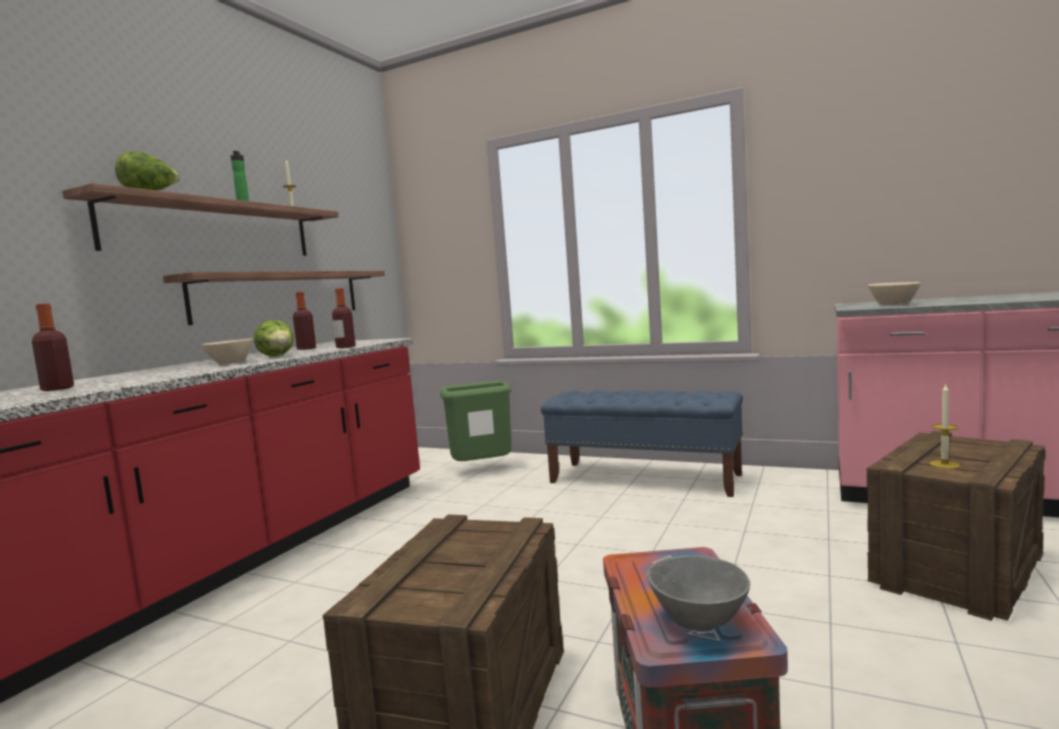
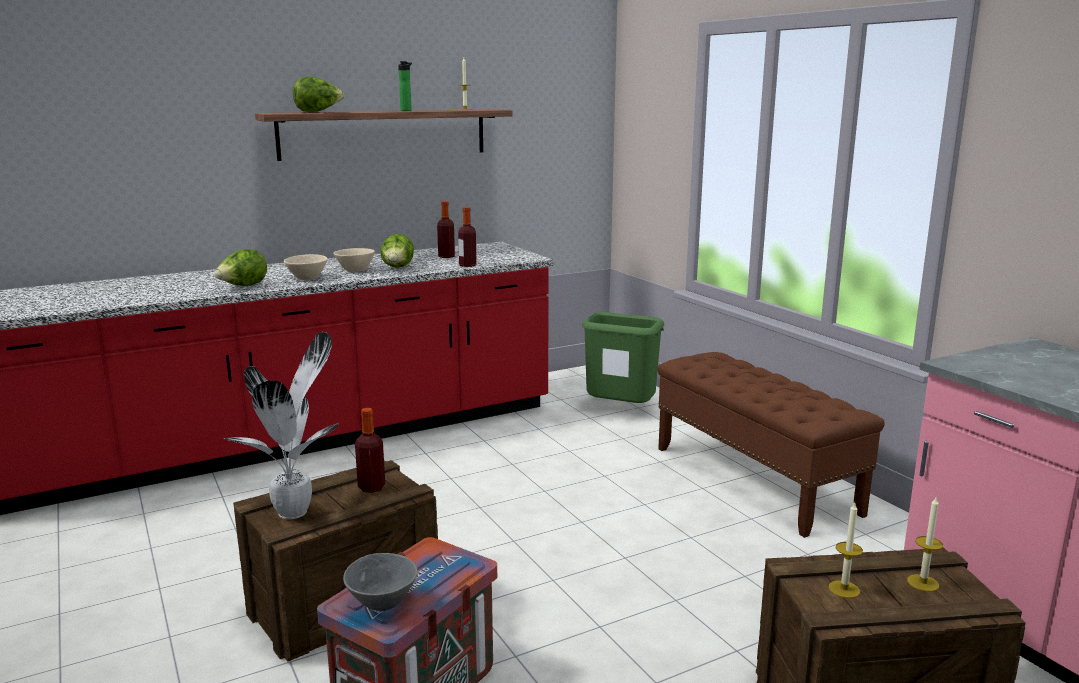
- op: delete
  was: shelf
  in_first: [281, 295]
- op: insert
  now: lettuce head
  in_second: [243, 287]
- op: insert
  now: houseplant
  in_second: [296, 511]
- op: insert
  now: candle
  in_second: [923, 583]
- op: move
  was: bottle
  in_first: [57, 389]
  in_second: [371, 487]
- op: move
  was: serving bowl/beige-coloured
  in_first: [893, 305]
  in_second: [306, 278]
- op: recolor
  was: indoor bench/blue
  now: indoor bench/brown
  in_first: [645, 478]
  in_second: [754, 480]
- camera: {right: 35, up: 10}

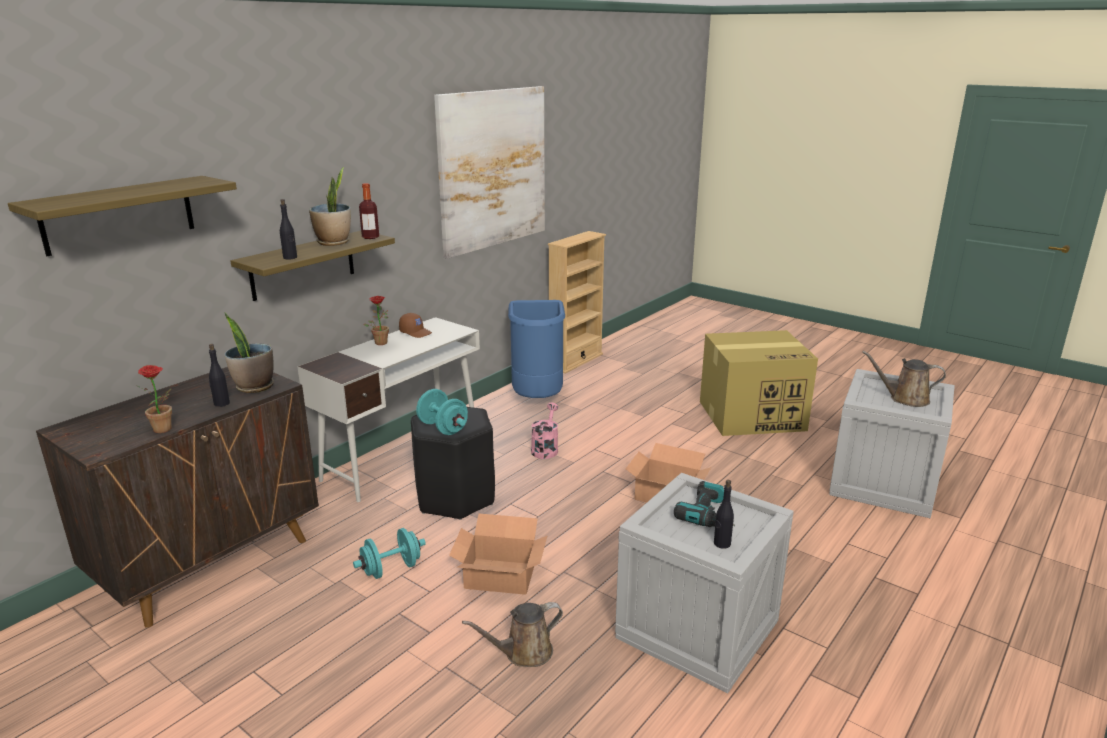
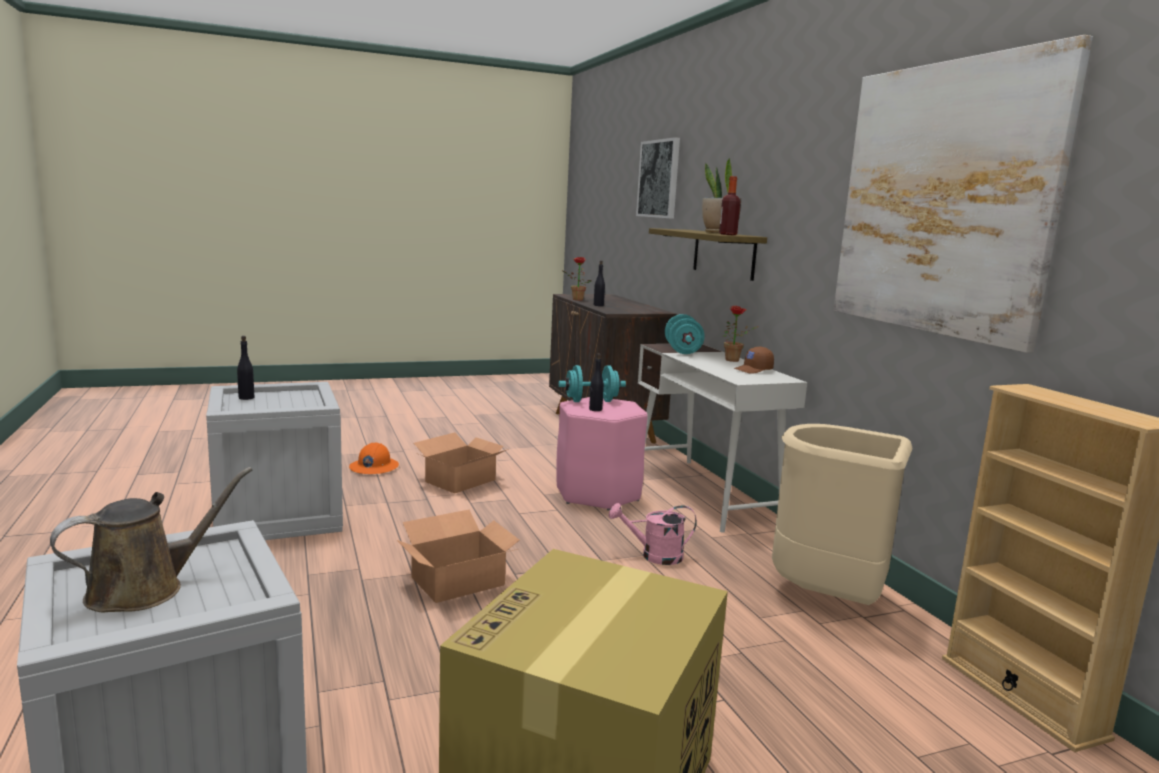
- op: delete
  was: houseplant
  in_first: [254, 387]
- op: delete
  was: power drill
  in_first: [708, 515]
- op: move
  was: bottle/blackish
  in_first: [290, 257]
  in_second: [595, 409]
- op: move
  was: free weight/turquoise
  in_first: [391, 569]
  in_second: [682, 351]
- op: replace
  was: shelf
  now: picture
  in_first: [119, 214]
  in_second: [659, 179]
- op: replace
  was: watering can/brown
  now: work helmet/orange
  in_first: [524, 653]
  in_second: [373, 467]
- op: recolor
  was: stool seat/blackish
  now: stool seat/pinkish
  in_first: [455, 498]
  in_second: [597, 494]
- op: recolor
  was: waste bin/blue
  now: waste bin/beige-coloured
  in_first: [537, 398]
  in_second: [828, 599]
- op: rotate
  was: watering can/pinkish
  in_first: [545, 448]
  in_second: [654, 556]
  clockwise: 135
- camera: {right: 120, up: -10}

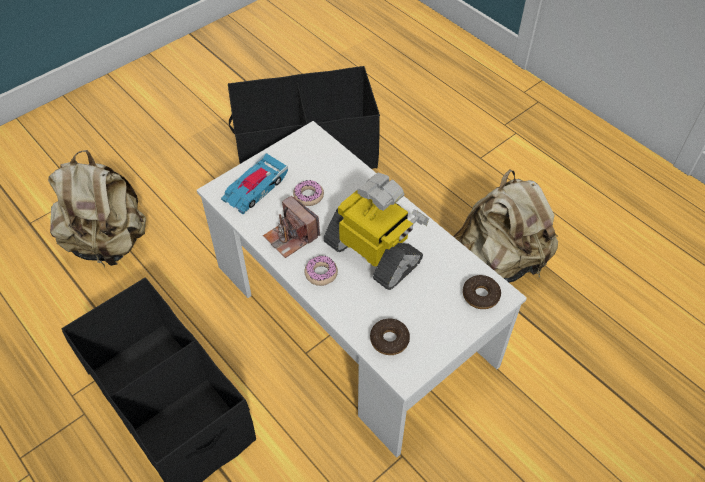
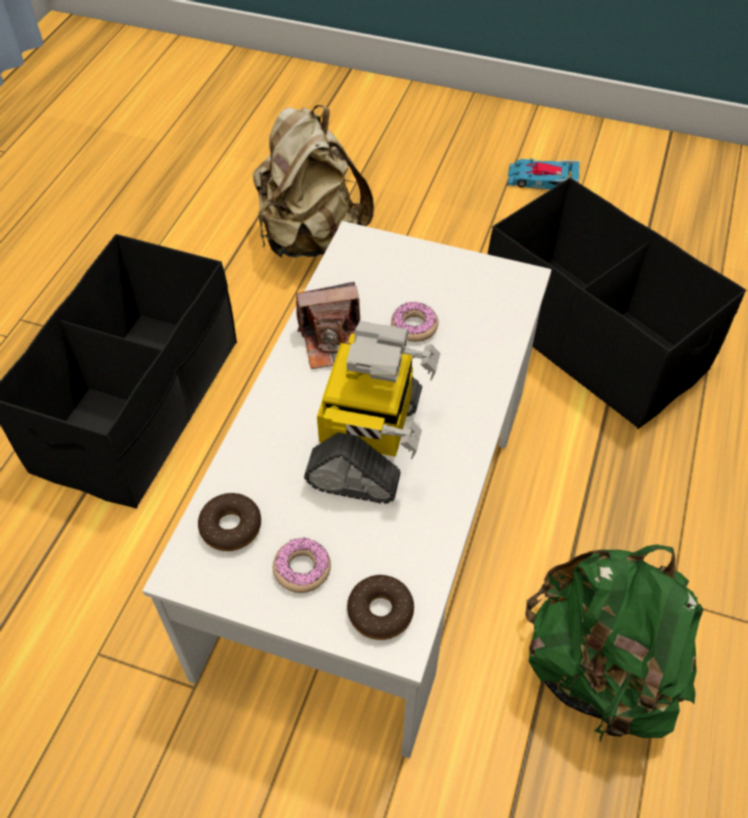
- op: move
  was: toy car
  in_first: [255, 188]
  in_second: [542, 179]
- op: move
  was: donut
  in_first: [321, 273]
  in_second: [302, 569]
- op: recolor
  was: rucksack/beige-coloured
  now: rucksack/green-coloured
  in_first: [497, 262]
  in_second: [599, 670]
- op: rotate
  was: photo camera
  in_first: [291, 236]
  in_second: [333, 342]
  clockwise: -120
- camera: {right: 60, up: 0}

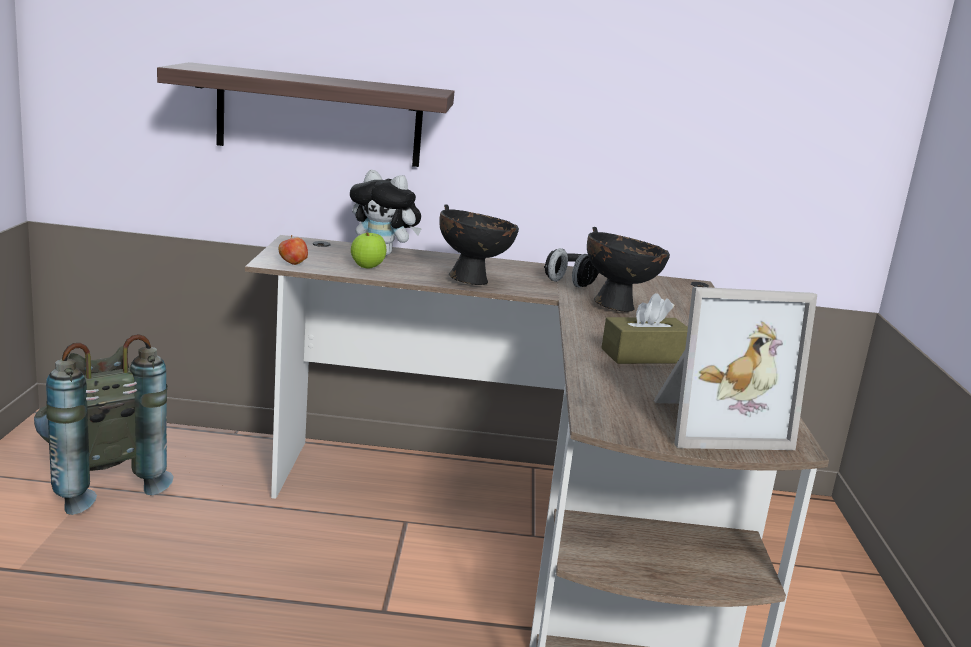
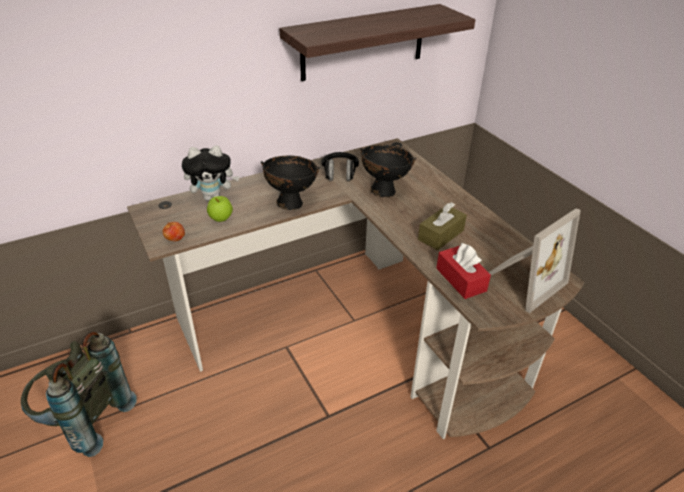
- op: insert
  now: tissue holder/red
  in_second: [461, 279]
- op: move
  was: shelf
  in_first: [319, 116]
  in_second: [363, 42]
- camera: {right: -30, up: 20}

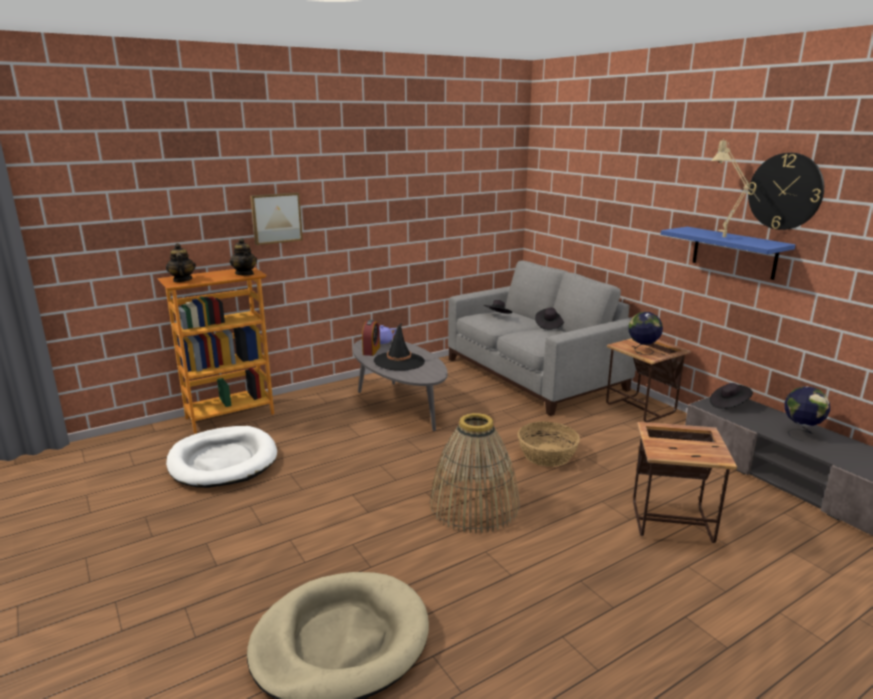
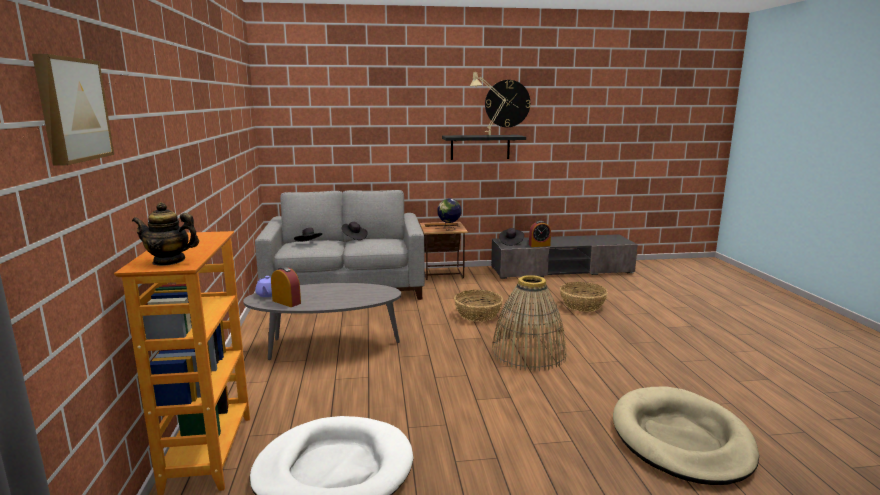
- op: delete
  was: teapot
  in_first: [245, 274]
- op: delete
  was: clothing hat/blackish
  in_first: [399, 361]
- op: delete
  was: globe
  in_first: [800, 433]
- op: insert
  now: table clock
  in_second: [539, 245]
- op: move
  was: picture
  in_first: [276, 218]
  in_second: [71, 109]
- op: replace
  was: side table
  now: household basket
  in_first: [673, 522]
  in_second: [582, 305]
- op: recolor
  was: shelf/blue
  now: shelf/blackish
  in_first: [734, 252]
  in_second: [480, 147]
- camera: {right: -65, up: -5}

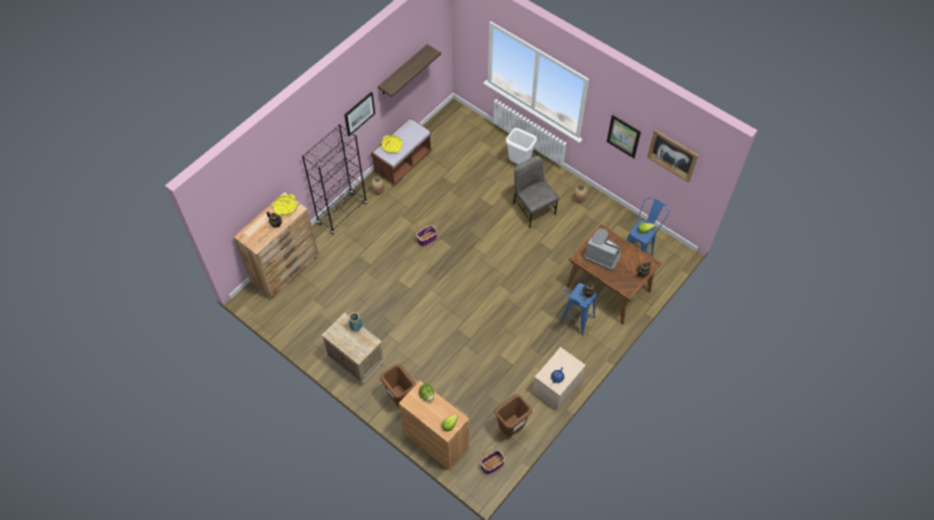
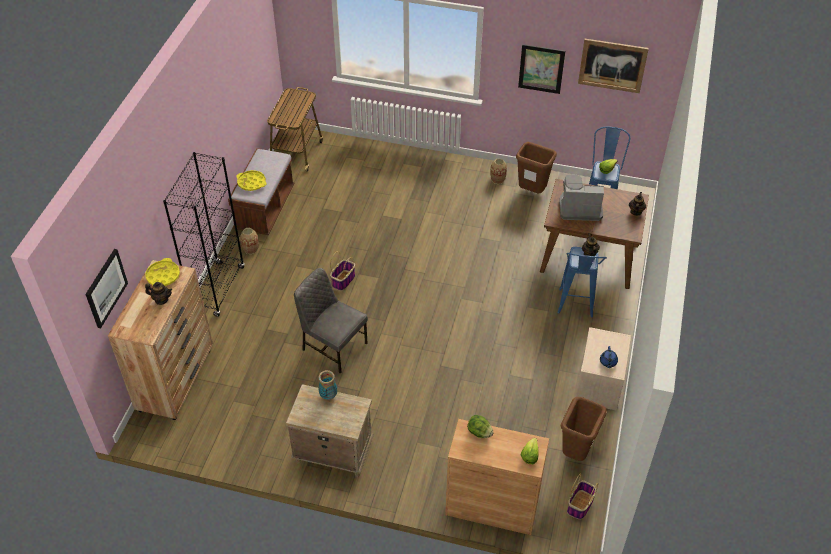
- op: delete
  was: shelf
  in_first: [403, 70]
- op: delete
  was: waste bin/white
  in_first: [519, 163]
- op: insert
  now: trolley
  in_second: [296, 152]
- op: move
  was: picture
  in_first: [359, 113]
  in_second: [106, 288]
- op: move
  was: waste bin/brown
  in_first: [400, 399]
  in_second: [532, 192]
- op: move
  was: upright chair/greyish
  in_first: [533, 208]
  in_second: [333, 346]
- camera: {right: -25, up: -10}

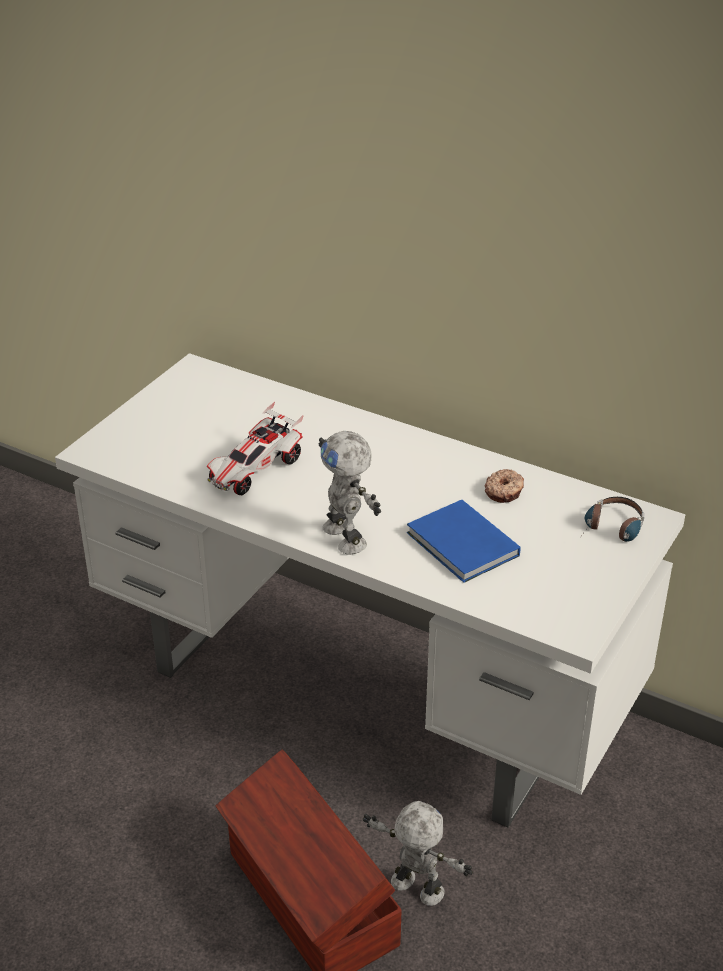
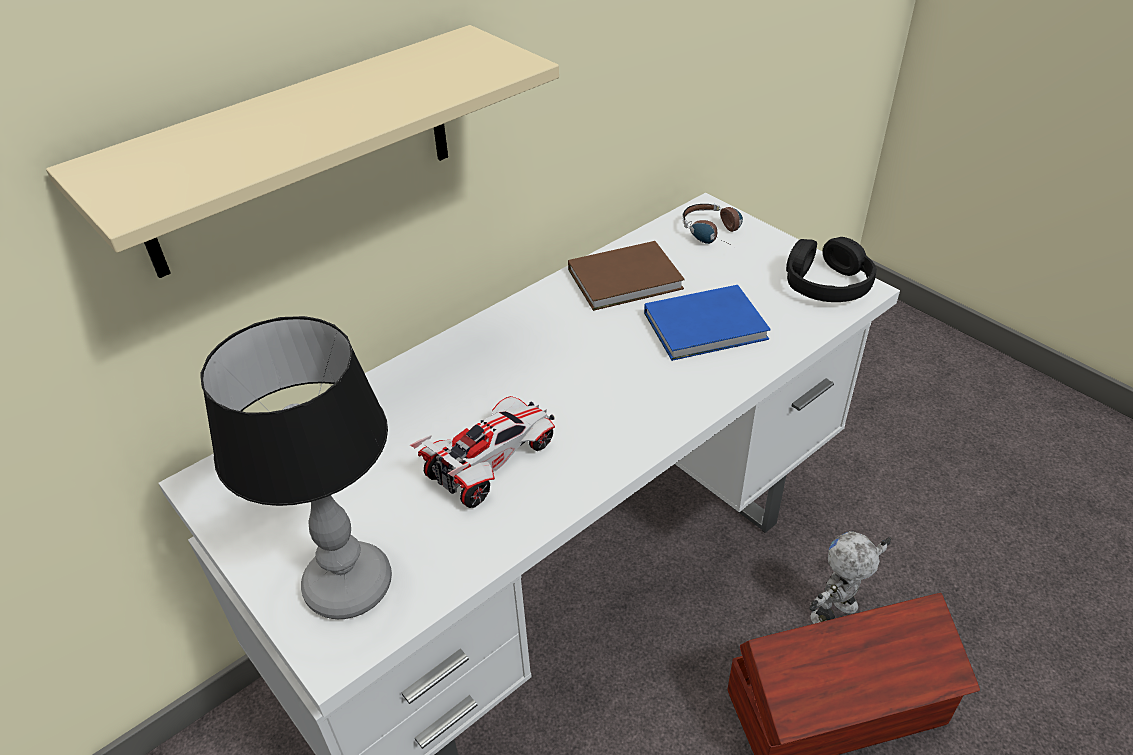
- op: delete
  was: robot figure
  in_first: [346, 536]
- op: insert
  now: shelf/beige-coloured
  in_second: [299, 152]
- op: insert
  now: tabletop lamp
  in_second: [346, 586]
- op: insert
  now: pair of headphones/blackish
  in_second: [826, 283]
- op: replace
  was: donut
  now: volume/brown
  in_first: [504, 491]
  in_second: [628, 279]
- op: rotate
  was: toy car
  in_first: [255, 470]
  in_second: [491, 462]
  clockwise: -105
- camera: {right: -70, up: 5}

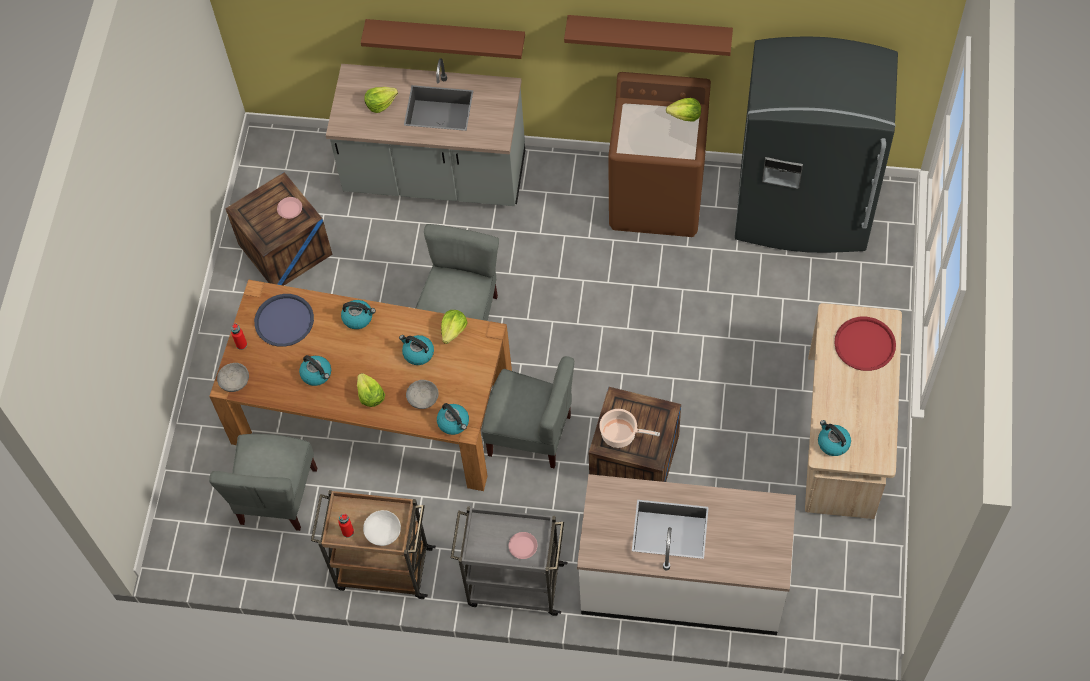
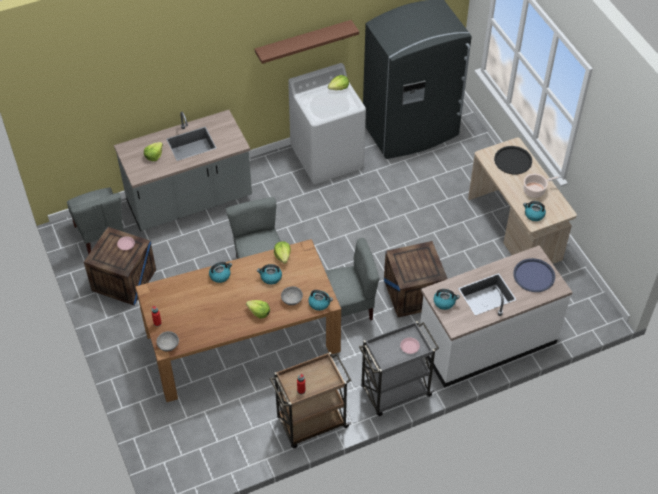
- op: delete
  was: shelf/brown
  in_first: [446, 35]
- op: delete
  was: serving bowl/white
  in_first: [383, 533]
- op: move
  was: upright chair/greyish
  in_first: [277, 496]
  in_second: [101, 234]
- op: move
  was: carrying tray/blue
  in_first: [284, 321]
  in_second: [534, 276]
- op: move
  was: kettle
  in_first: [317, 374]
  in_second: [444, 302]
- op: move
  was: cooking pot
  in_first: [621, 434]
  in_second: [535, 190]
- op: recolor
  was: washing machine/brown
  now: washing machine/white
  in_first: [657, 197]
  in_second: [327, 157]
- op: recolor
  was: carrying tray/red
  now: carrying tray/blackish
  in_first: [864, 344]
  in_second: [513, 161]
- camera: {right: -35, up: -10}

